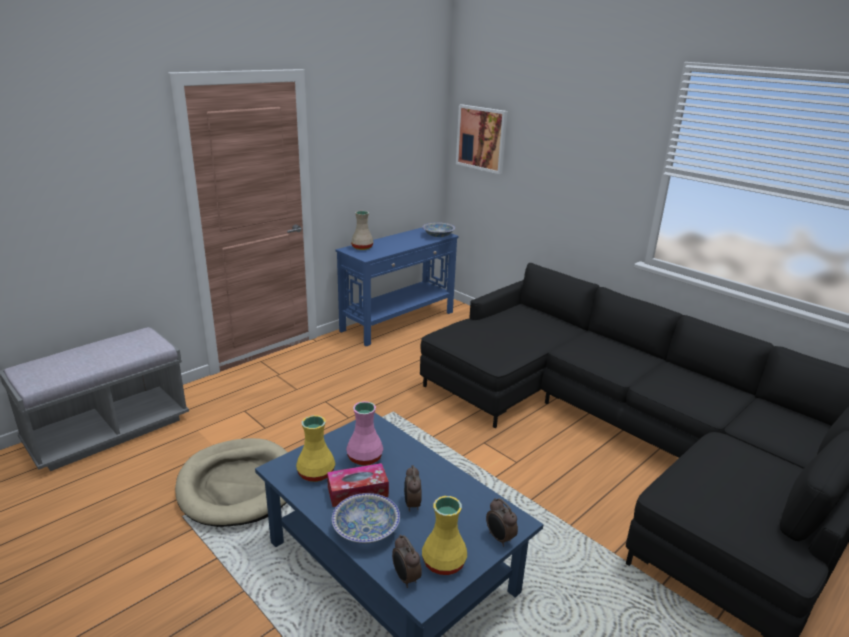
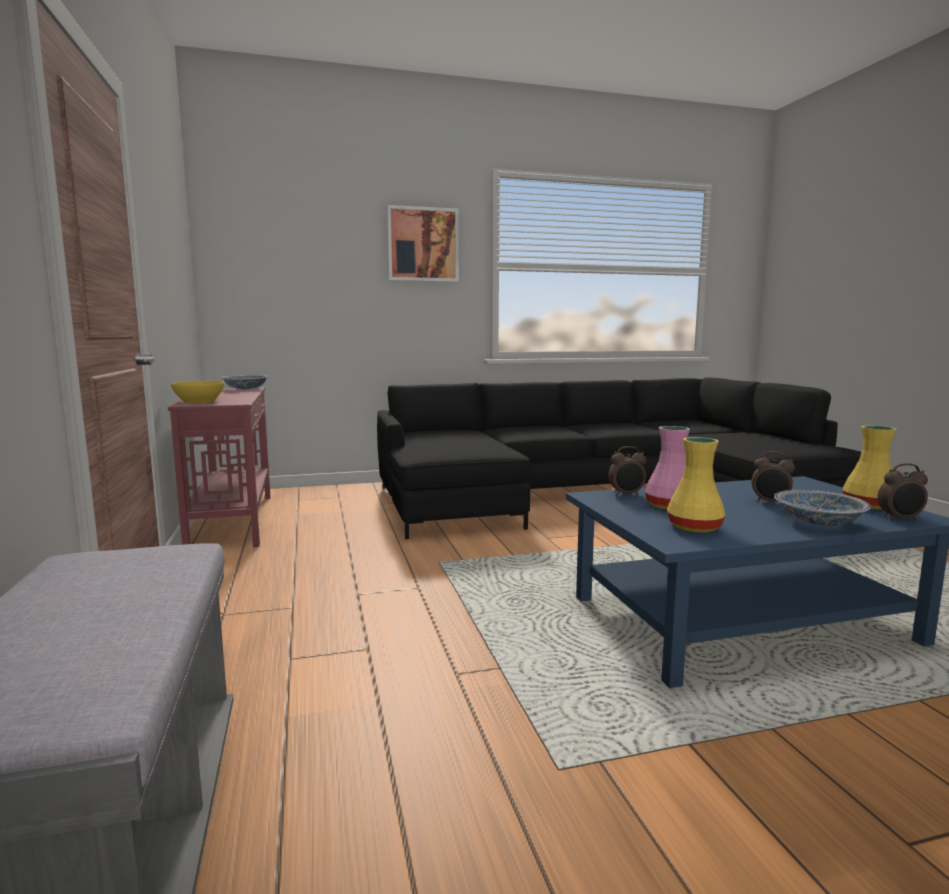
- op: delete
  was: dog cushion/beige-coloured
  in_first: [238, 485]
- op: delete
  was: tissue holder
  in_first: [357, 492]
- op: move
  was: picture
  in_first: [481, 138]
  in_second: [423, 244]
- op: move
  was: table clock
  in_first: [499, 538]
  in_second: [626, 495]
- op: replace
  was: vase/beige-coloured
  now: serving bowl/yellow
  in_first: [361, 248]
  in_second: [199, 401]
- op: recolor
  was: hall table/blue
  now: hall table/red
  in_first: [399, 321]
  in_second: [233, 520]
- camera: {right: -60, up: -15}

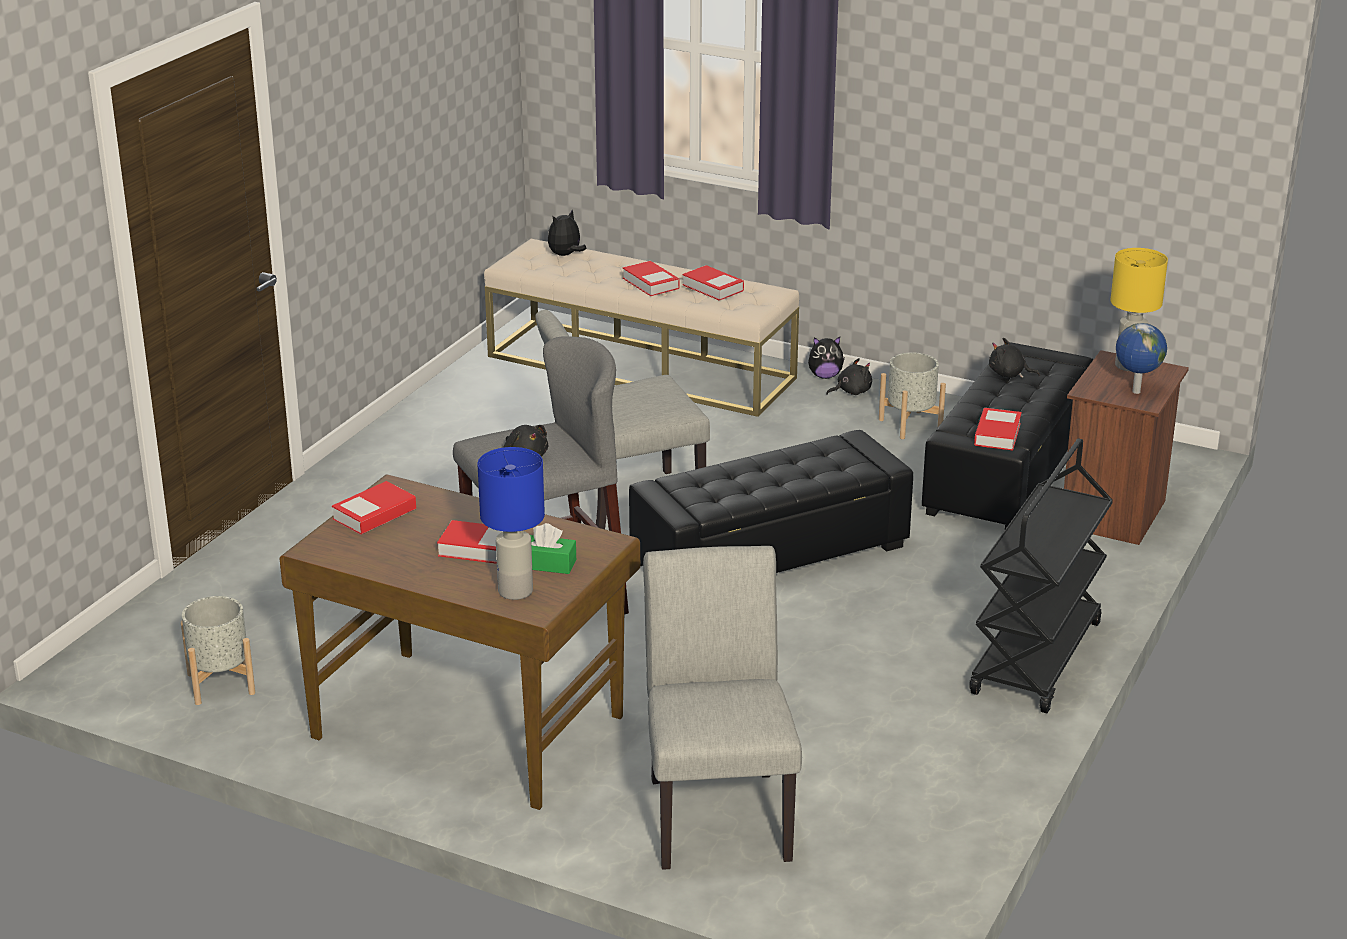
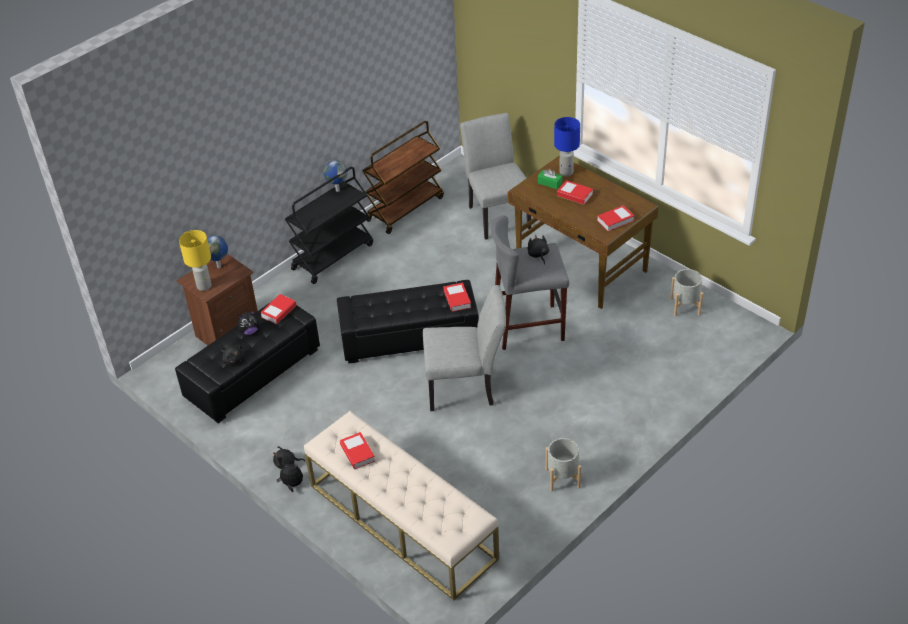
- op: insert
  now: globe
  in_second: [337, 190]
- op: insert
  now: trolley/brown
  in_second: [405, 208]
- op: move
  was: plush toy
  in_first: [565, 255]
  in_second: [249, 331]
- op: move
  was: volume
  in_first: [650, 283]
  in_second: [457, 299]
- op: move
  was: plant pot/greyish
  in_first: [910, 425]
  in_second: [563, 478]
- op: rotate
  was: upright chair/greyish
  in_first: [717, 810]
  in_second: [497, 214]
  clockwise: 150
- camera: {right: -160, up: 15}

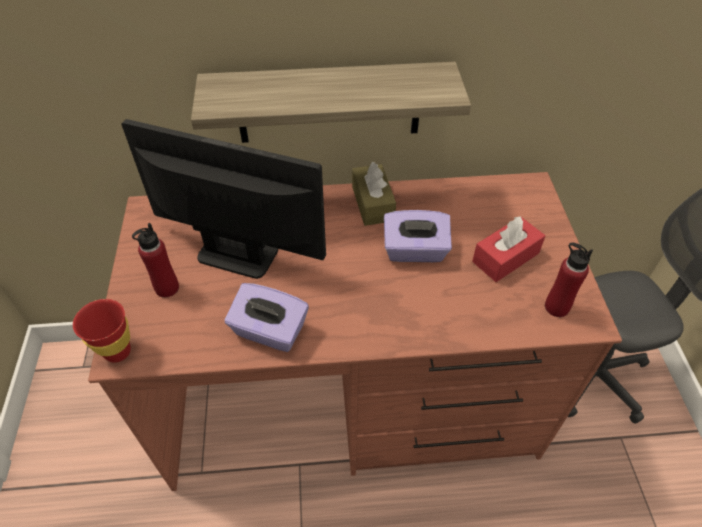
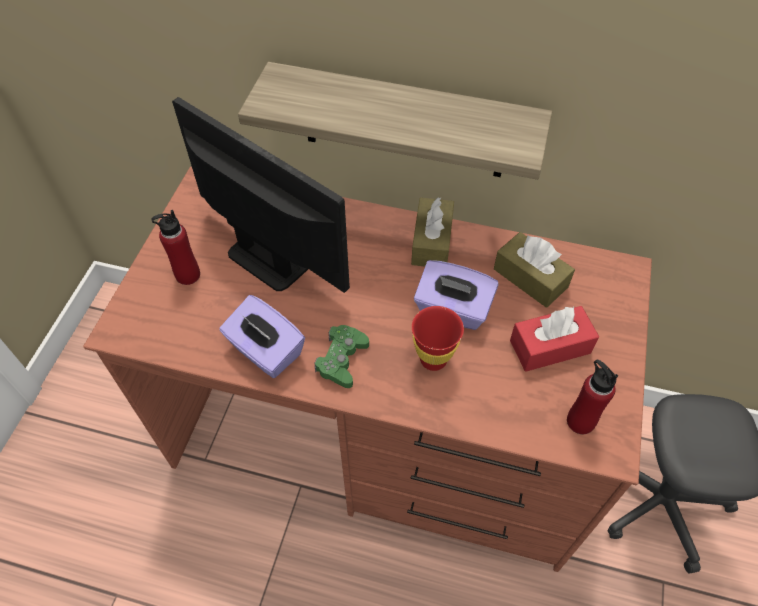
- op: insert
  now: gamepad/green-coloured
  in_second: [342, 360]
- op: insert
  now: tissue holder/brown
  in_second: [530, 278]
- op: move
  was: drinking cup/red
  in_first: [117, 351]
  in_second: [433, 359]
- camera: {right: 20, up: 5}

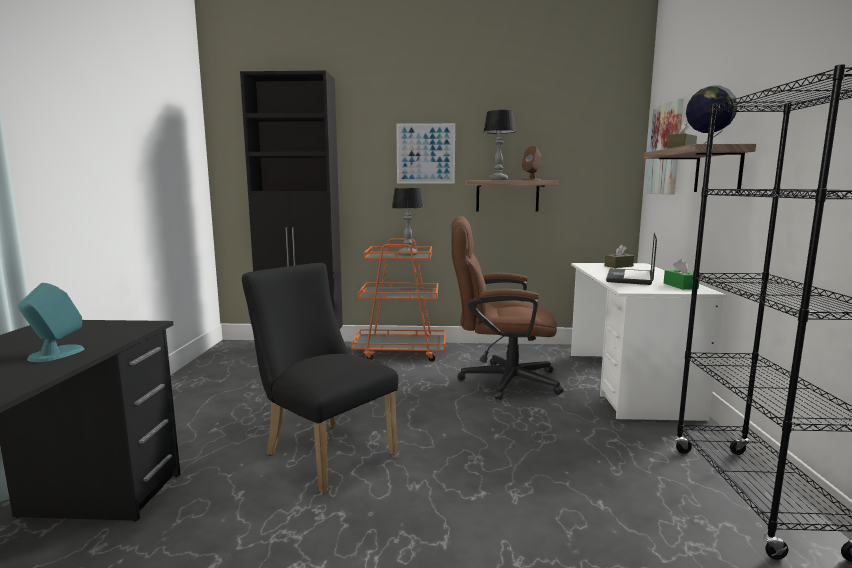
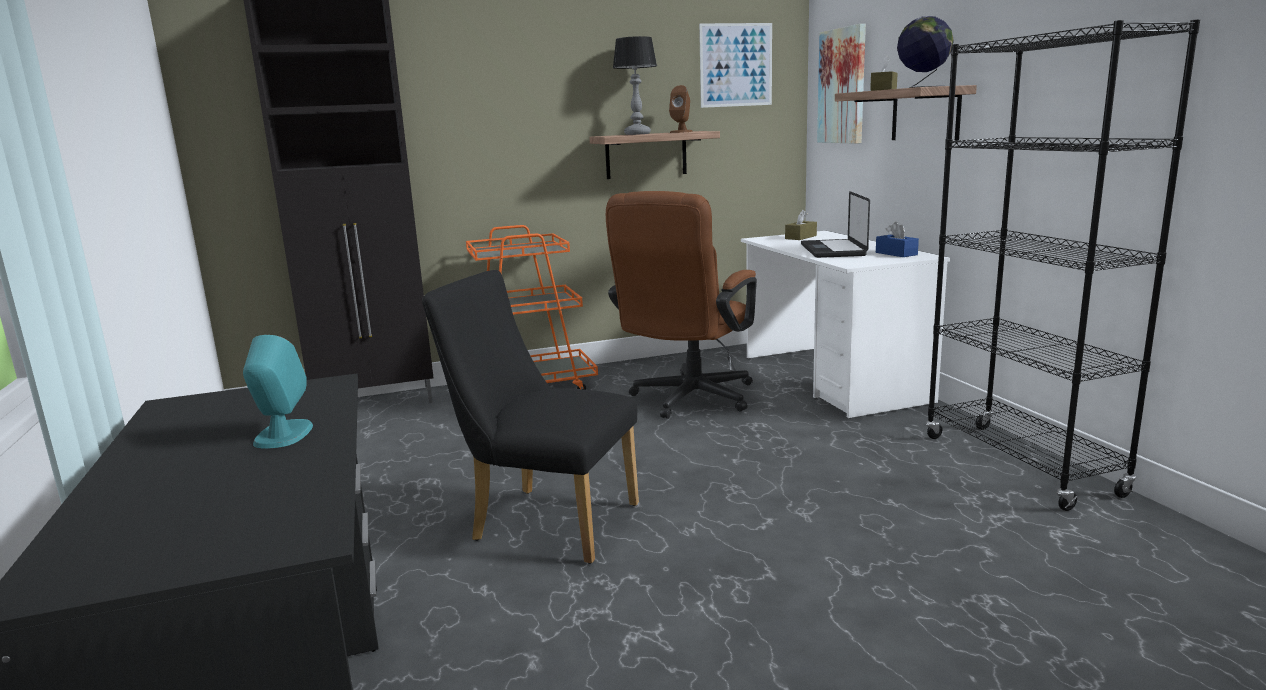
- op: delete
  was: tabletop lamp
  in_first: [408, 254]
- op: move
  was: picture
  in_first: [425, 153]
  in_second: [736, 65]
- op: recolor
  was: tissue holder/green-coloured
  now: tissue holder/blue
  in_first: [680, 286]
  in_second: [896, 253]
- op: rotate
  was: desk chair/brown
  in_first: [499, 380]
  in_second: [687, 400]
  clockwise: -45
- camera: {right: -20, up: 5}

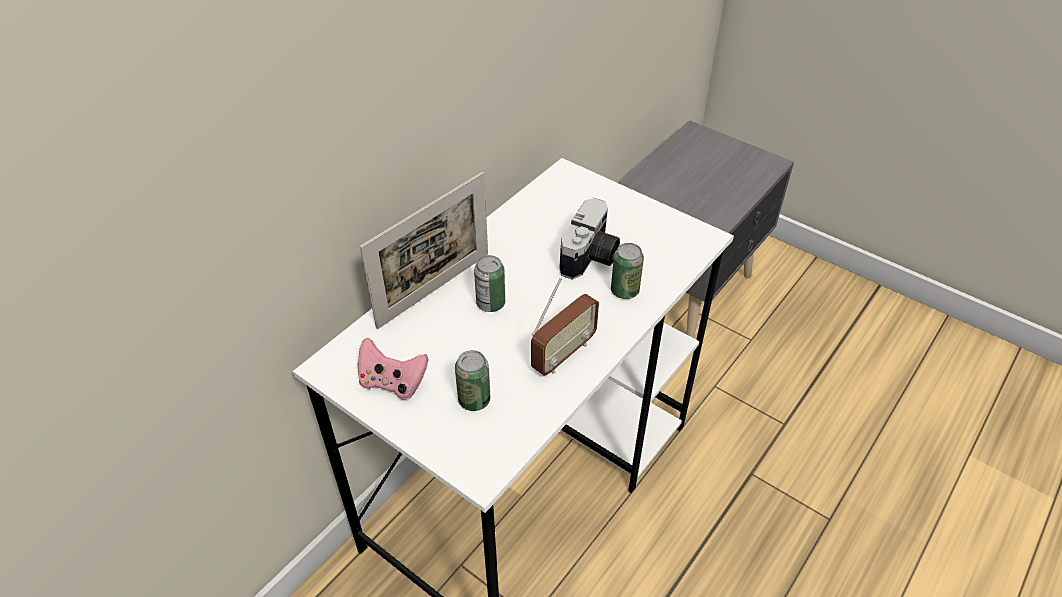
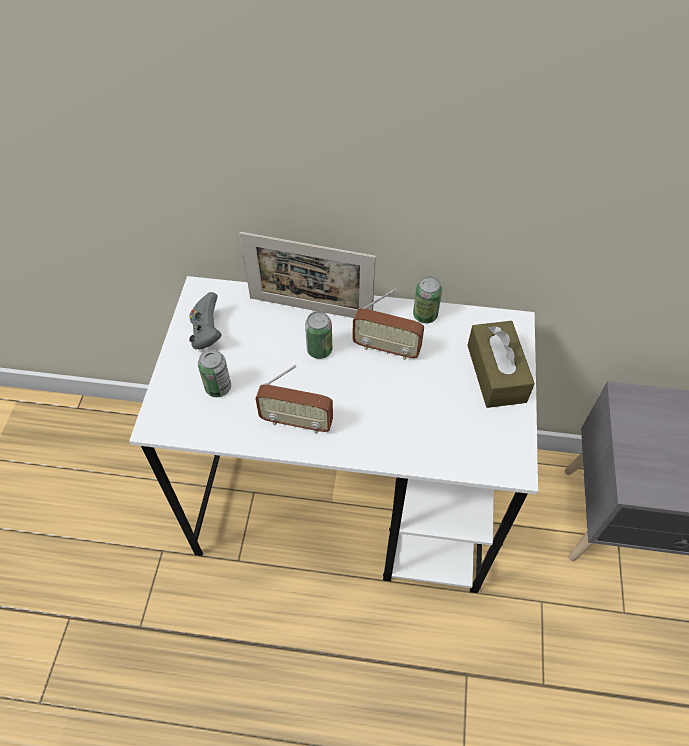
- op: delete
  was: photo camera
  in_first: [591, 257]
- op: insert
  now: radio receiver
  in_second: [386, 348]
- op: insert
  now: tissue holder/brown
  in_second: [496, 373]
- op: move
  was: metal can
  in_first: [624, 291]
  in_second: [425, 315]
- op: recolor
  was: gamepad/pinkish
  now: gamepad/greyish
  in_first: [392, 382]
  in_second: [207, 333]
- camera: {right: 60, up: 10}

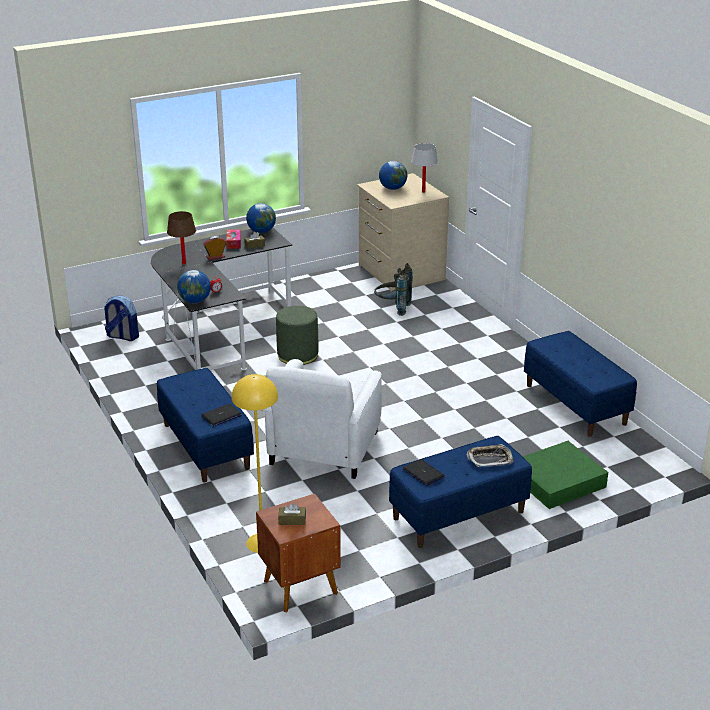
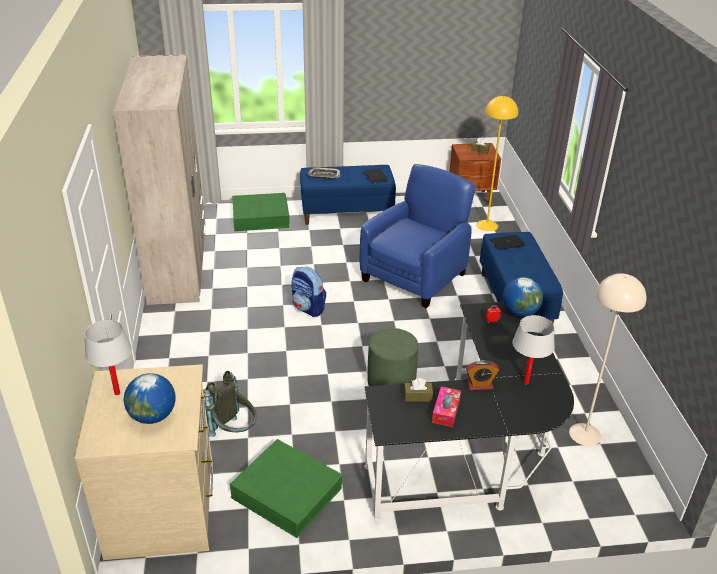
- op: delete
  was: globe
  in_first: [261, 231]
- op: insert
  now: storage box/green-coloured
  in_second: [287, 493]
- op: insert
  now: floor lamp/beige-coloured
  in_second: [585, 434]
- op: move
  was: rucksack
  in_first: [122, 336]
  in_second: [308, 308]
- op: replace
  was: indoor bench/blue
  now: wardrobe/beige-coloured
  in_first: [576, 404]
  in_second: [178, 264]
- op: recolor
  was: tabletop lamp/brown
  now: tabletop lamp/white
  in_first: [184, 263]
  in_second: [526, 382]
- op: recolor
  was: armchair/white
  now: armchair/blue
  in_first: [323, 449]
  in_second: [415, 276]
- camera: {right: -160, up: 5}

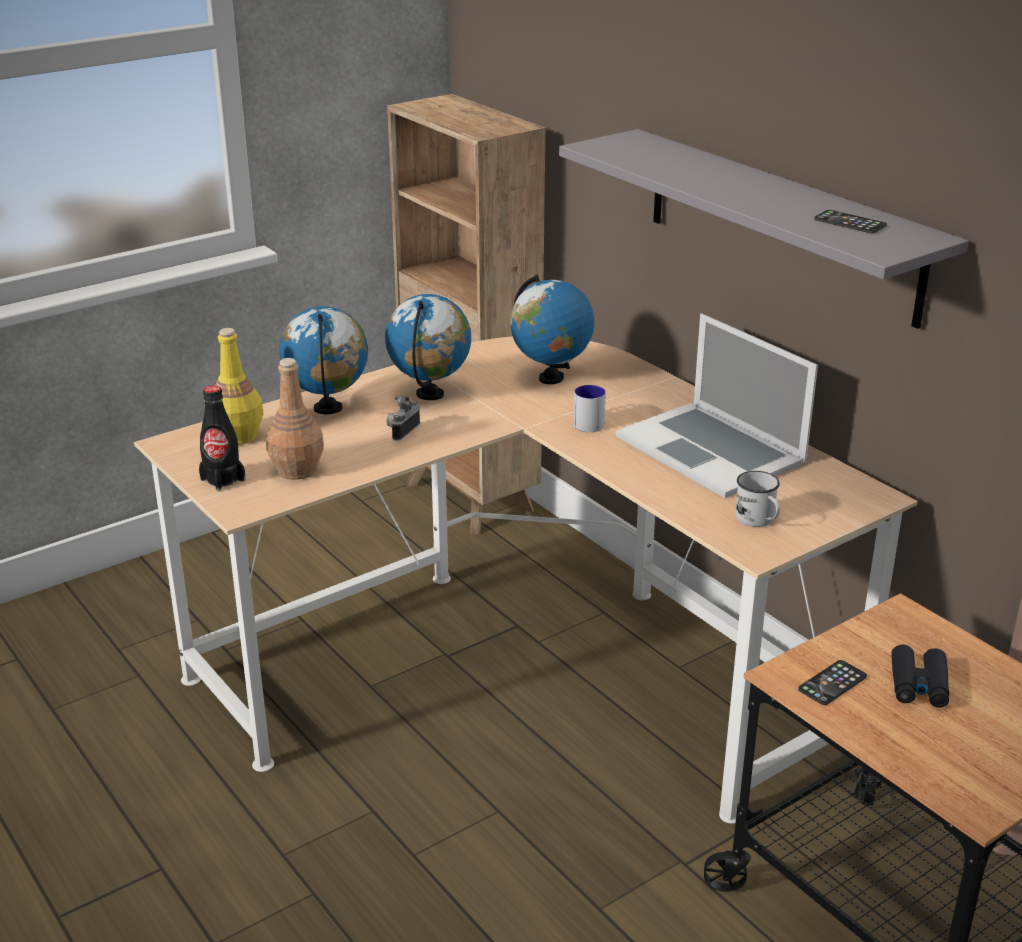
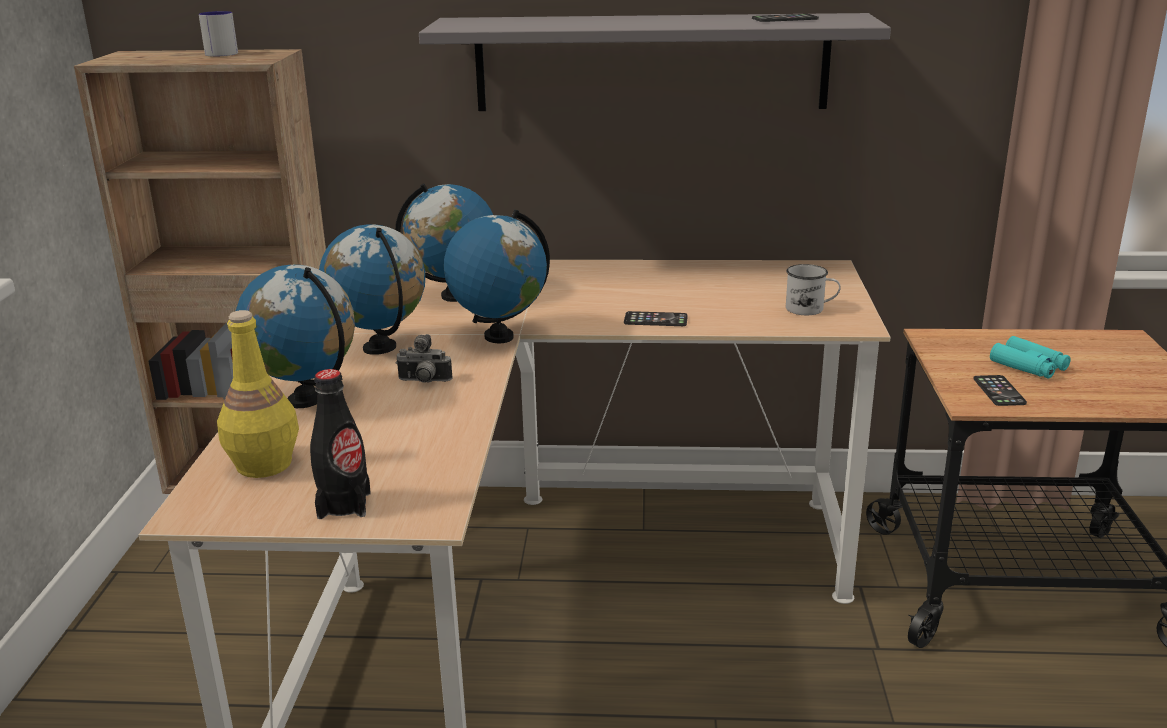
- op: delete
  was: bottle/brown
  in_first: [297, 470]
- op: delete
  was: portable computer
  in_first: [711, 449]
- op: insert
  now: globe
  in_second: [499, 336]
- op: insert
  now: telephone
  in_second: [655, 320]
- op: move
  was: coffee mug
  in_first: [589, 422]
  in_second: [219, 53]
- op: recolor
  was: pair of binoculars/blackish
  now: pair of binoculars/turquoise
  in_first: [918, 685]
  in_second: [1029, 366]
- op: rotate
  was: photo camera
  in_first: [402, 431]
  in_second: [424, 382]
  clockwise: -60
- camera: {right: -50, up: -5}

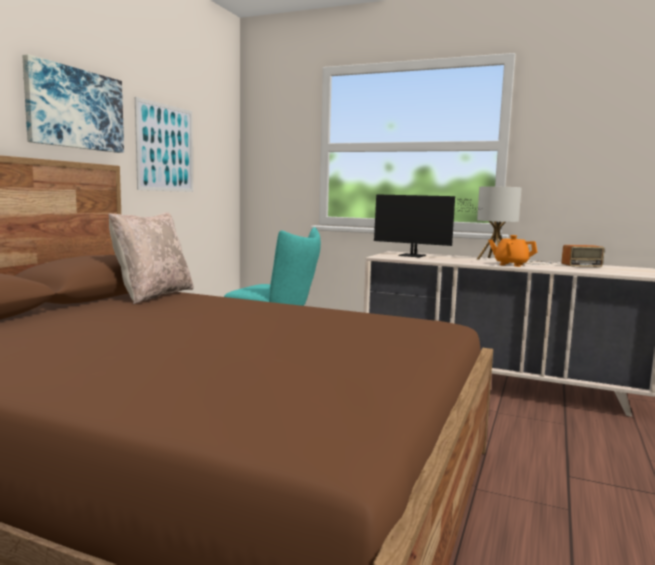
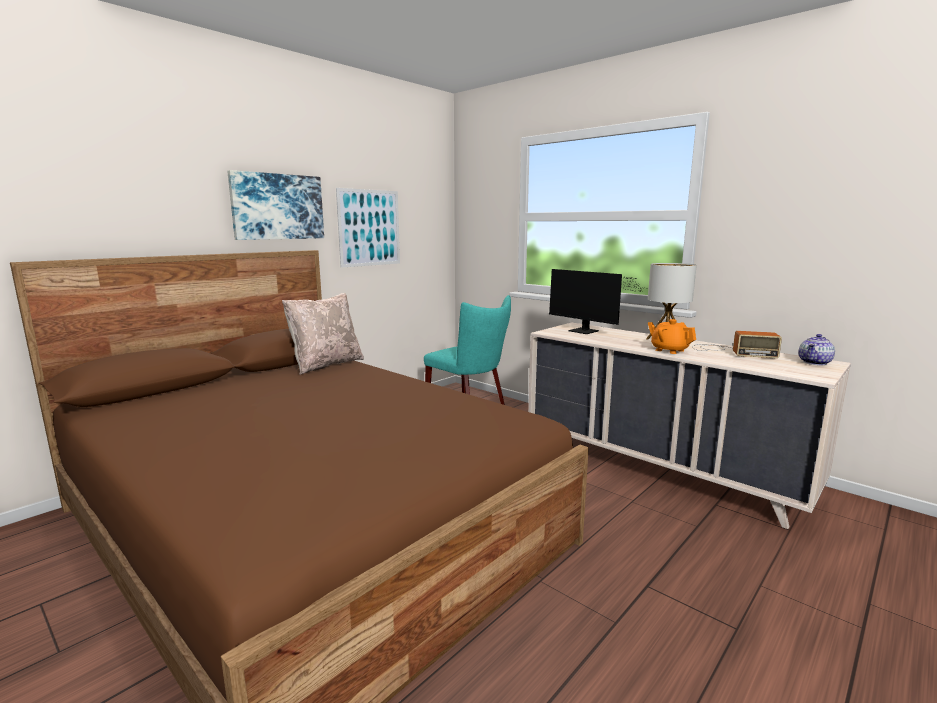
- op: insert
  now: teapot
  in_second: [815, 362]
- camera: {right: 20, up: 5}

